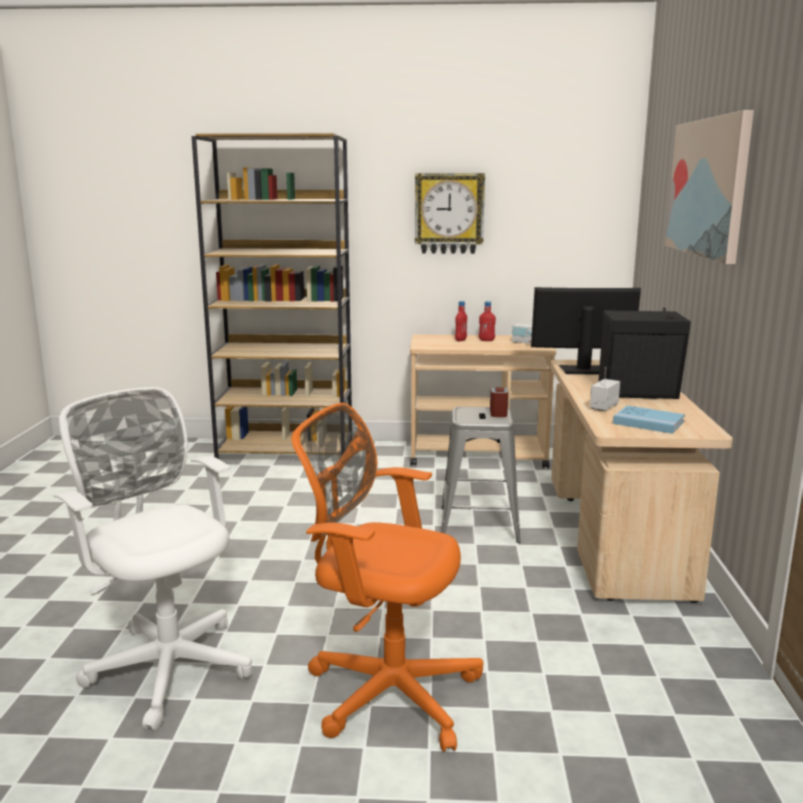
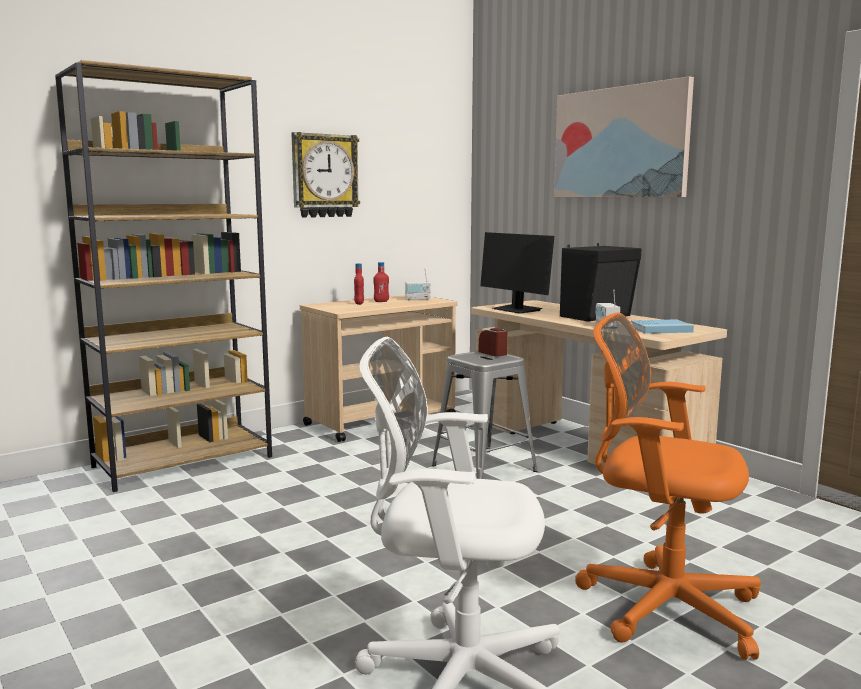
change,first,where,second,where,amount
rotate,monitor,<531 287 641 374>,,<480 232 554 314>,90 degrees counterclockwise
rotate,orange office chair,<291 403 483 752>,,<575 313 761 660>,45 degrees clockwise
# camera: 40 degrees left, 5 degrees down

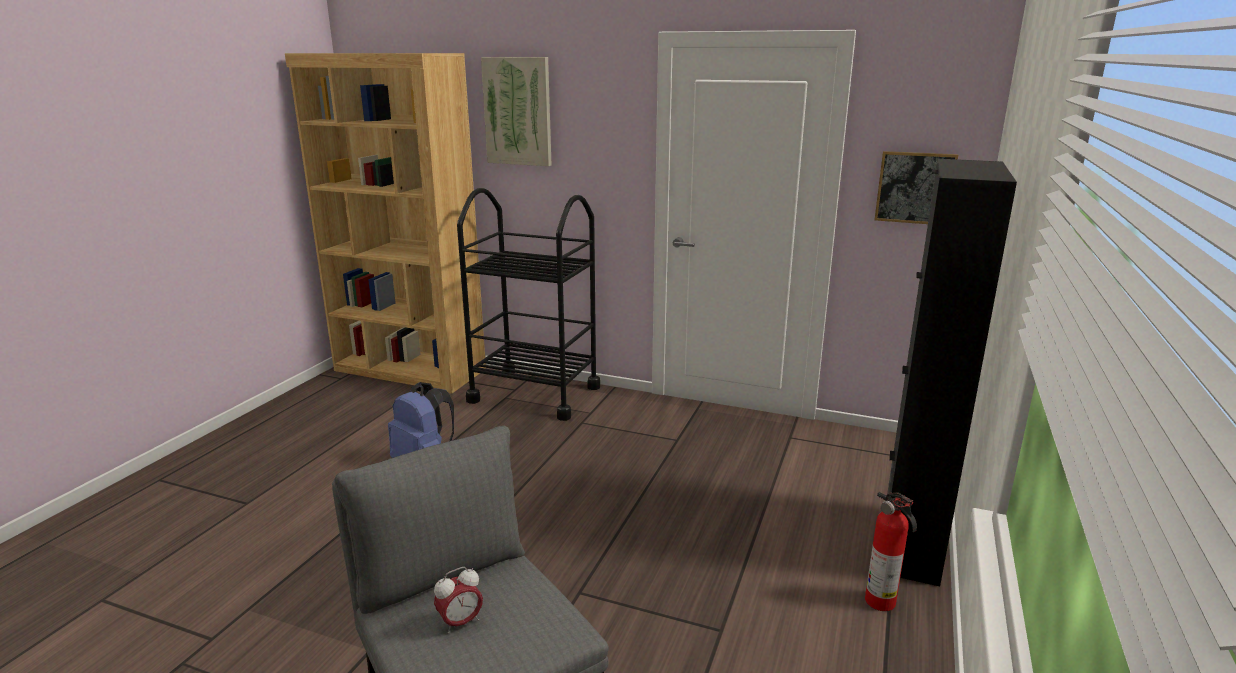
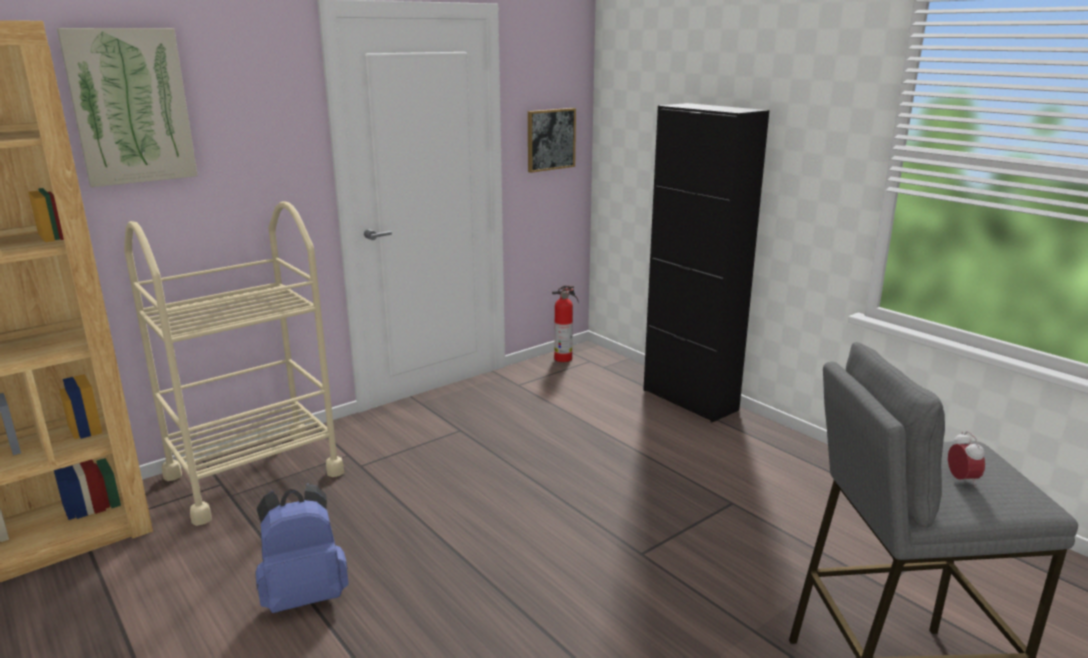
change,first,where,second,where,amount
recolor,black cart,<457 188 600 421>,beige cart,<124 201 344 526>,
move,fire extinguisher,<865 492 917 611>,,<552 285 579 362>,
# camera: 60 degrees left, 0 degrees up

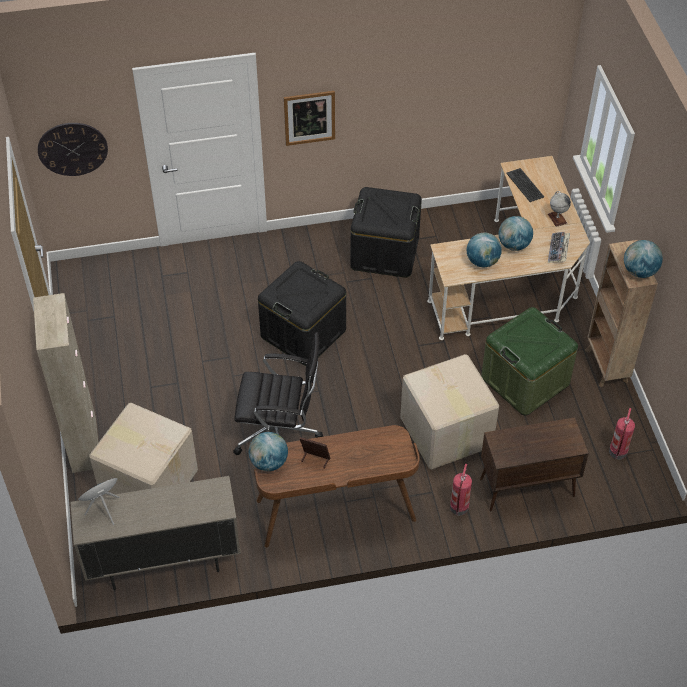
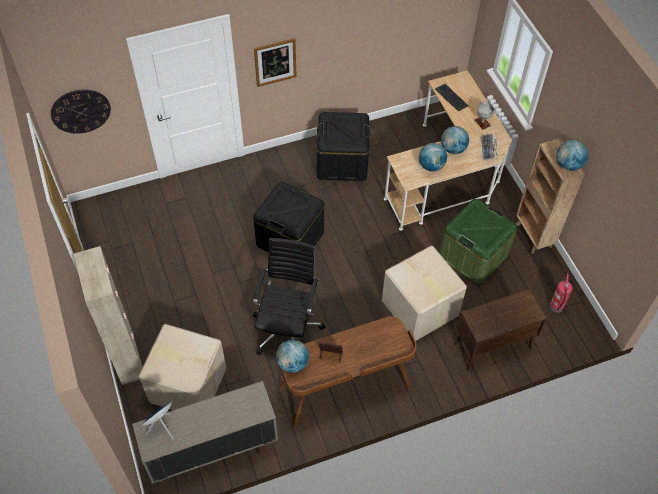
change,first,where,second,where,amount
rotate,black office chair,<233 332 323 455>,,<253 238 325 355>,75 degrees counterclockwise
delete,fire extinguisher,<450 463 472 515>,,,
# camera: 10 degrees left, 5 degrees up

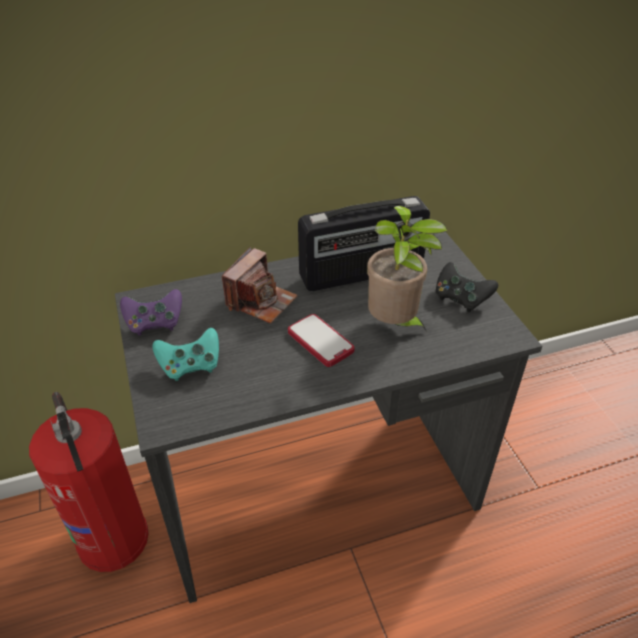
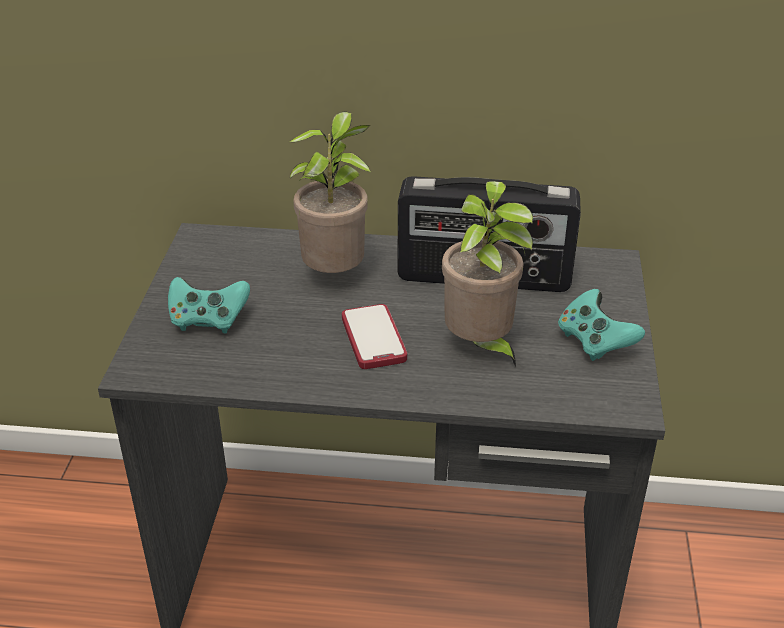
change,first,where,second,where,amount
replace,photo camera,<222 247 298 324>,potted plant,<289 111 371 273>,
recolor,black game controller,<436 262 498 312>,turquoise game controller,<558 289 645 361>,
delete,fire extinguisher,<29 392 149 572>,,,
delete,purple game controller,<120 289 182 336>,,,
# camera: 25 degrees right, 5 degrees down

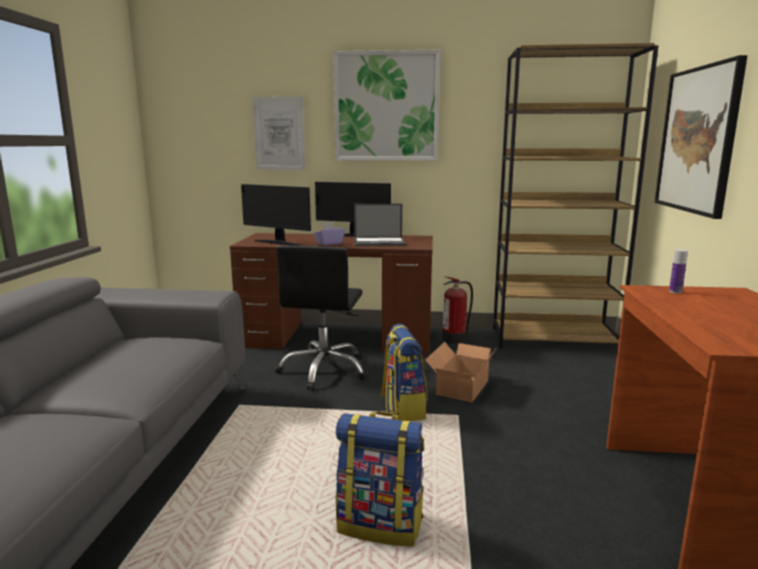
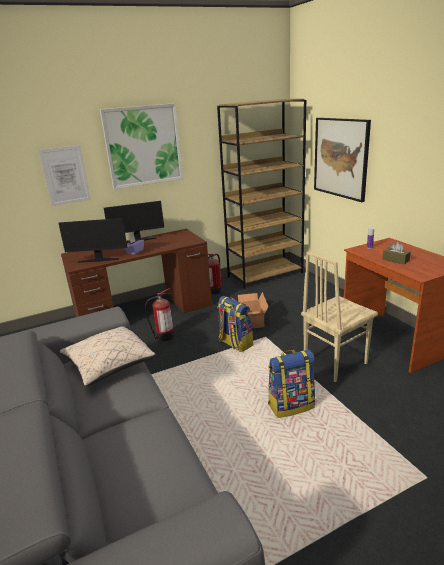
change,first,where,second,where,amount
insert,,,beige pillow,<60 326 156 386>,
replace,black office chair,<275 245 368 390>,fire extinguisher,<145 288 174 341>,
insert,,,beige chair,<301 252 378 382>,
insert,,,brown tissue box,<383 242 411 264>,
delete,laptop,<354 204 406 247>,,,
# camera: 30 degrees left, 10 degrees up

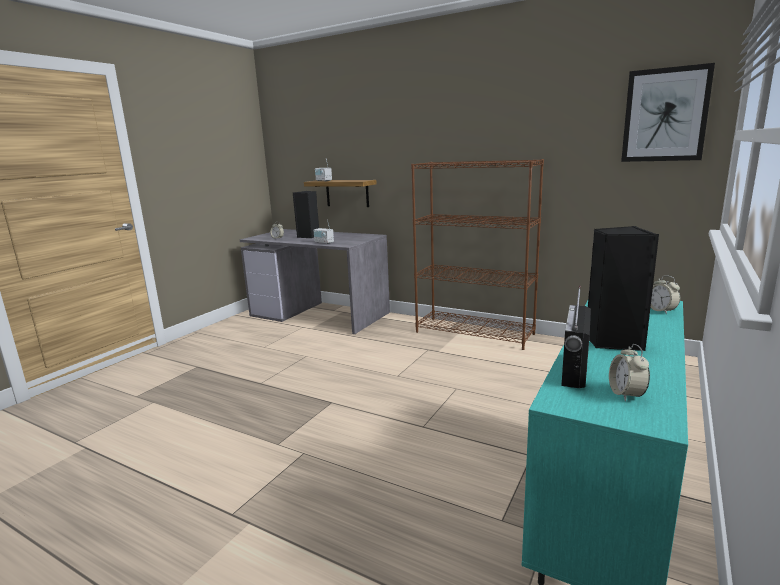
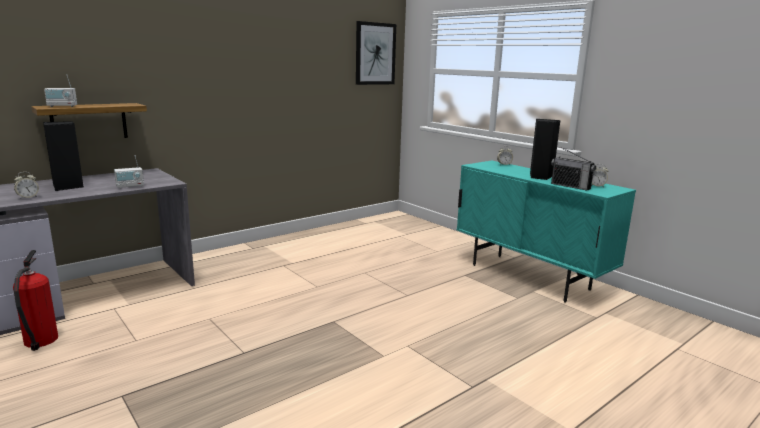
change,first,where,second,where,amount
insert,,,fire extinguisher,<13 250 58 351>,
delete,brown bookcase,<411 159 544 350>,,,
# camera: 70 degrees left, 0 degrees up

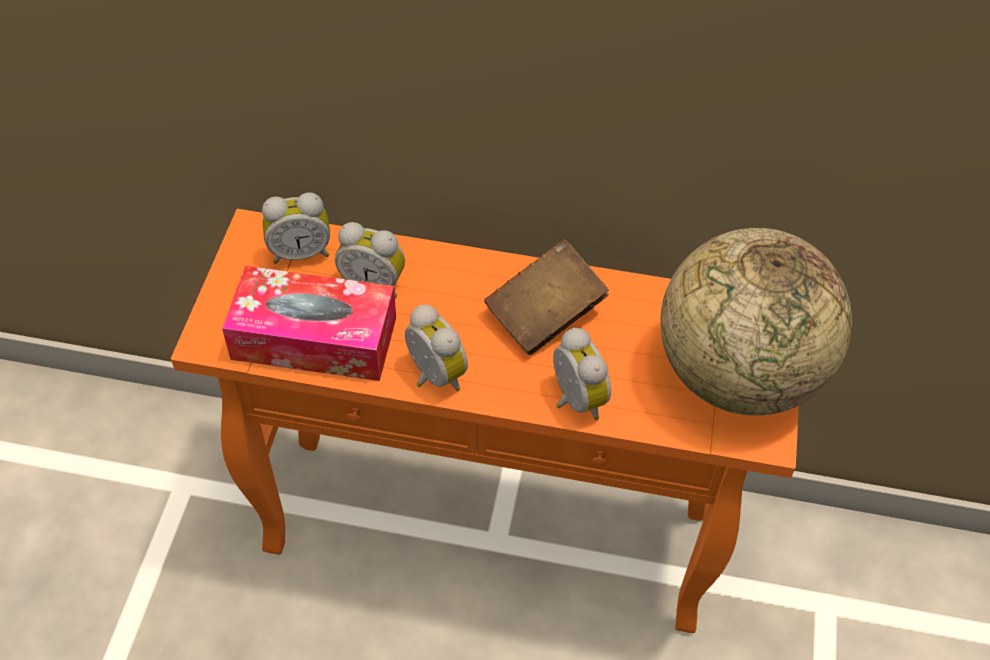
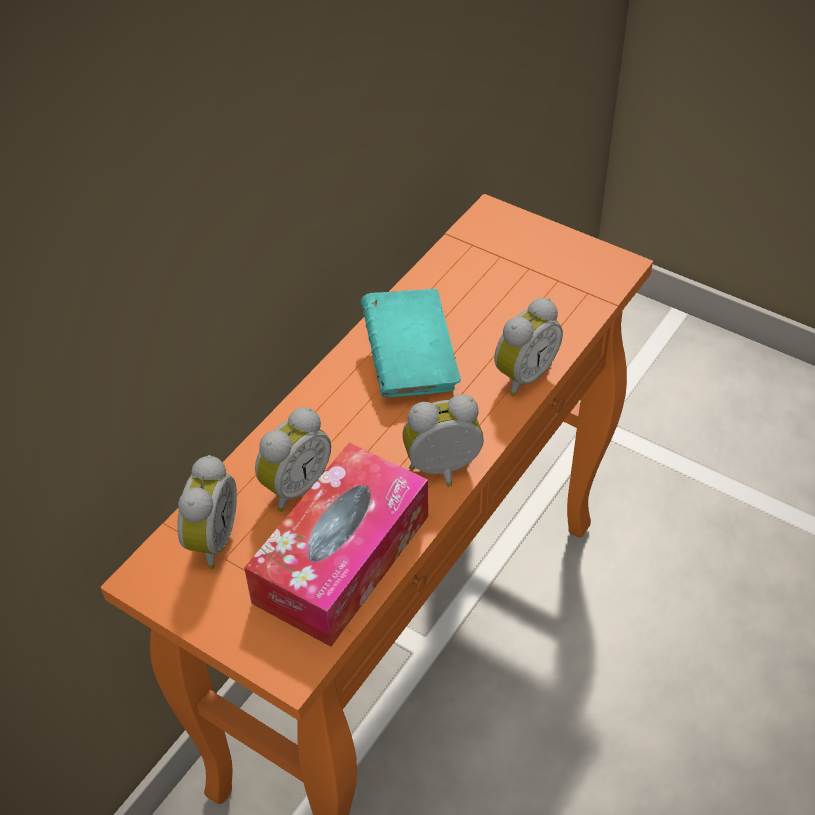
change,first,where,second,where,amount
recolor,brown book,<484 239 609 355>,turquoise book,<361 289 460 397>,
rotate,alarm clock,<553 328 611 420>,,<494 298 563 397>,135 degrees clockwise
delete,globe,<660 228 852 415>,,,
# camera: 65 degrees left, 5 degrees down

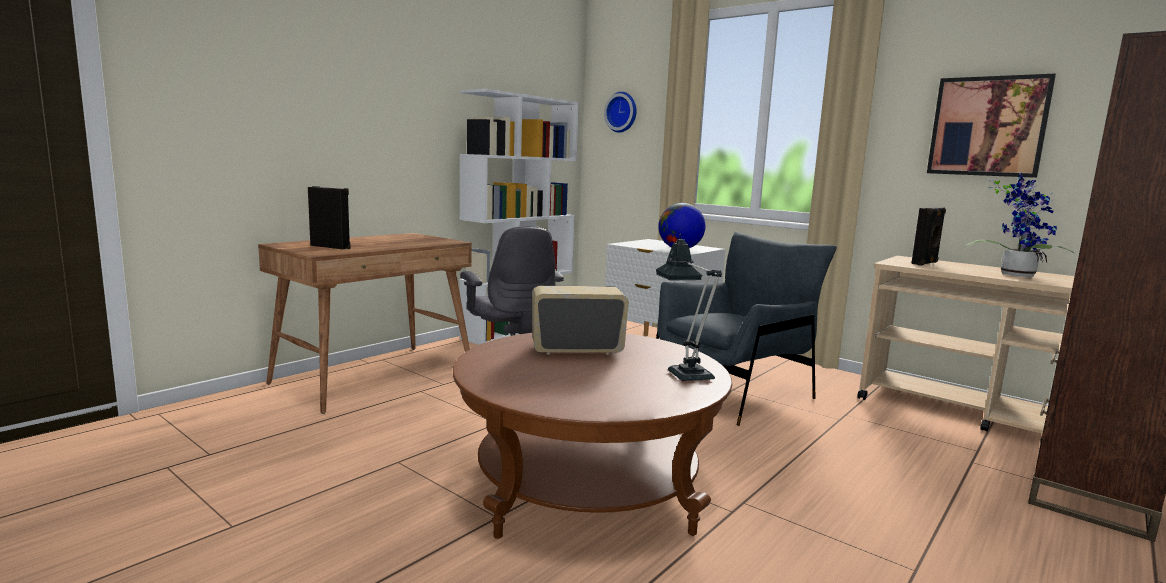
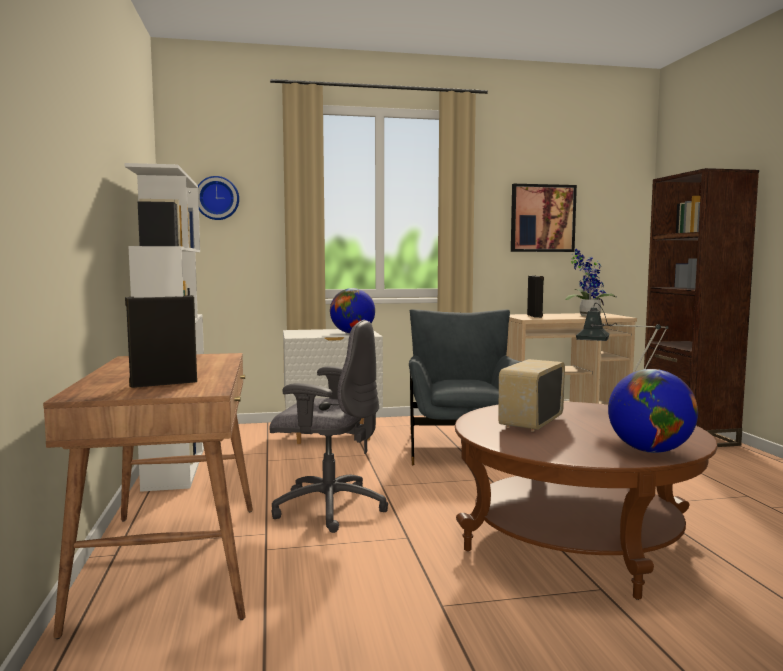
change,first,where,second,where,amount
insert,,,globe,<608 369 698 453>,
# camera: 50 degrees left, 5 degrees down

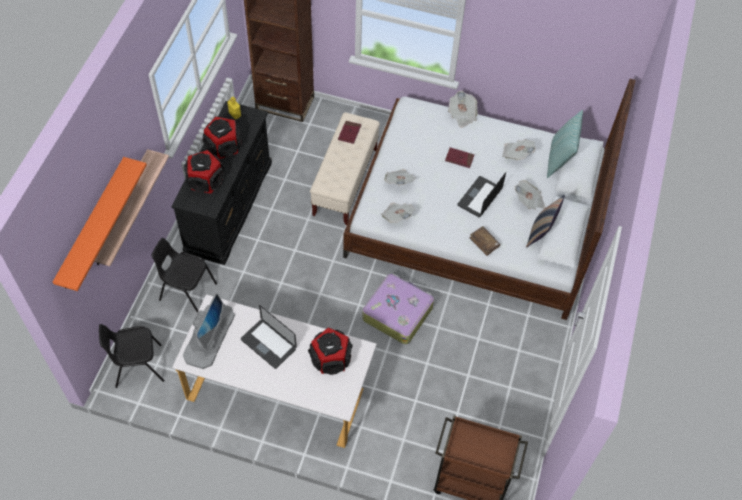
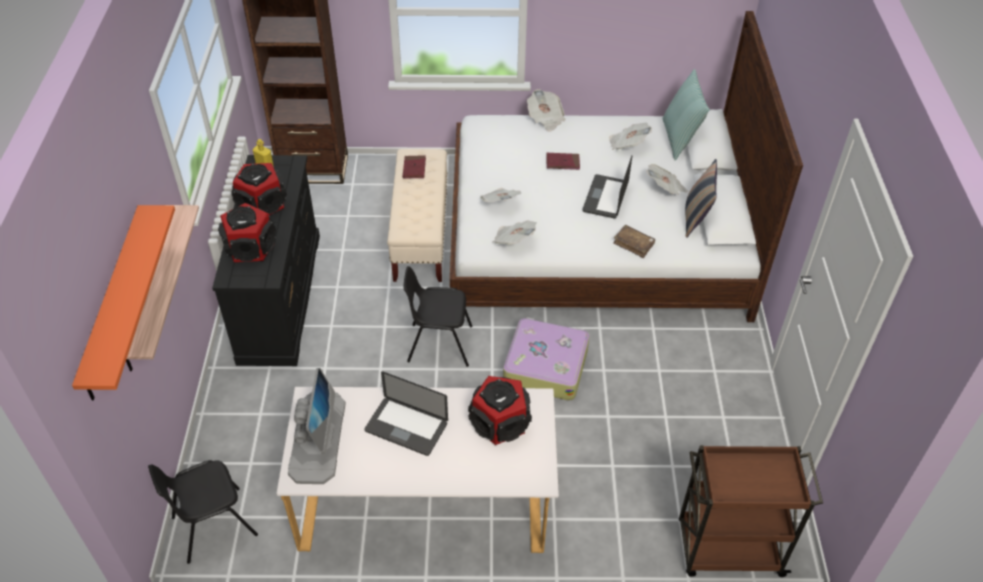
change,first,where,second,where,amount
move,black chair,<152 238 217 313>,,<403 266 472 367>,
# camera: 15 degrees left, 10 degrees down

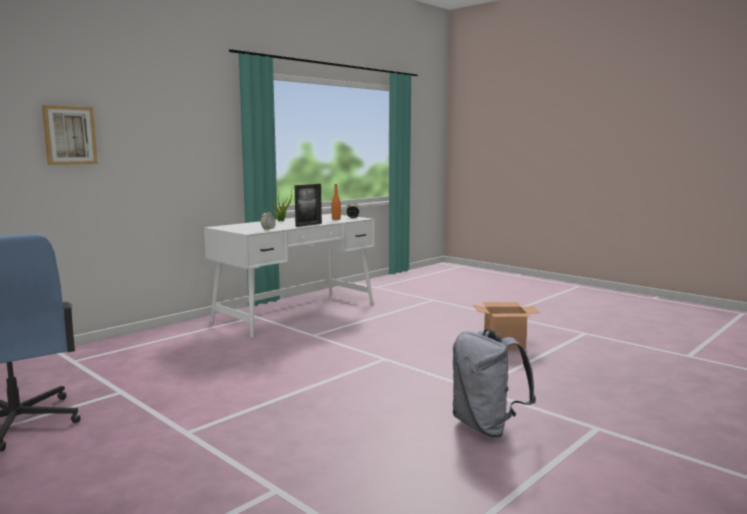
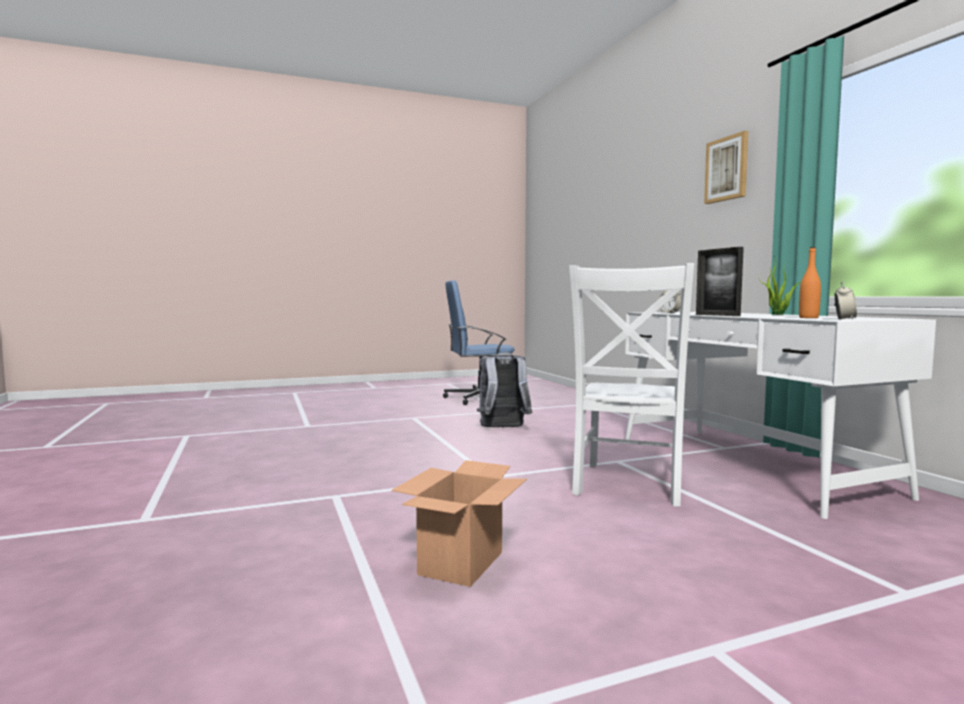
change,first,where,second,where,amount
move,grey backpack,<453 329 536 437>,,<477 352 532 428>,
insert,,,white chair,<569 263 694 507>,
move,picture,<42 105 98 165>,,<704 131 748 204>,
# camera: 115 degrees right, 5 degrees down

